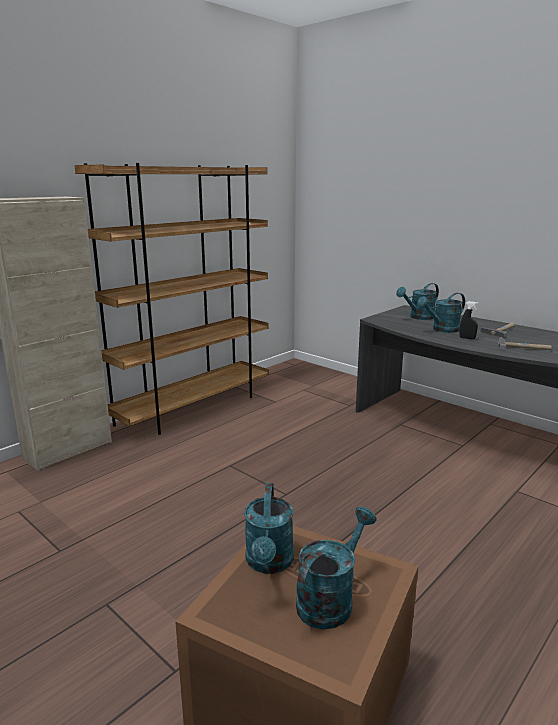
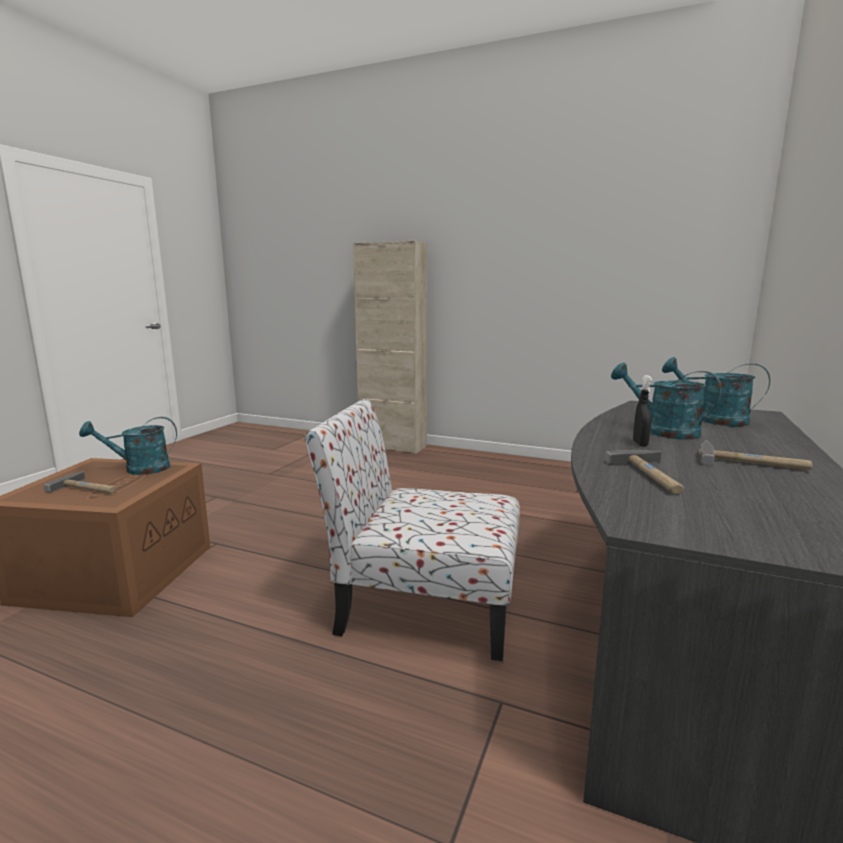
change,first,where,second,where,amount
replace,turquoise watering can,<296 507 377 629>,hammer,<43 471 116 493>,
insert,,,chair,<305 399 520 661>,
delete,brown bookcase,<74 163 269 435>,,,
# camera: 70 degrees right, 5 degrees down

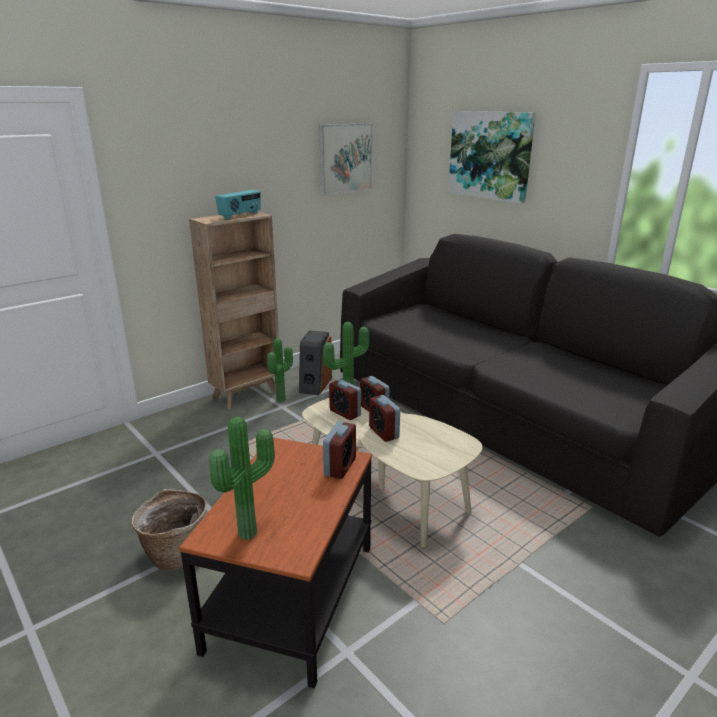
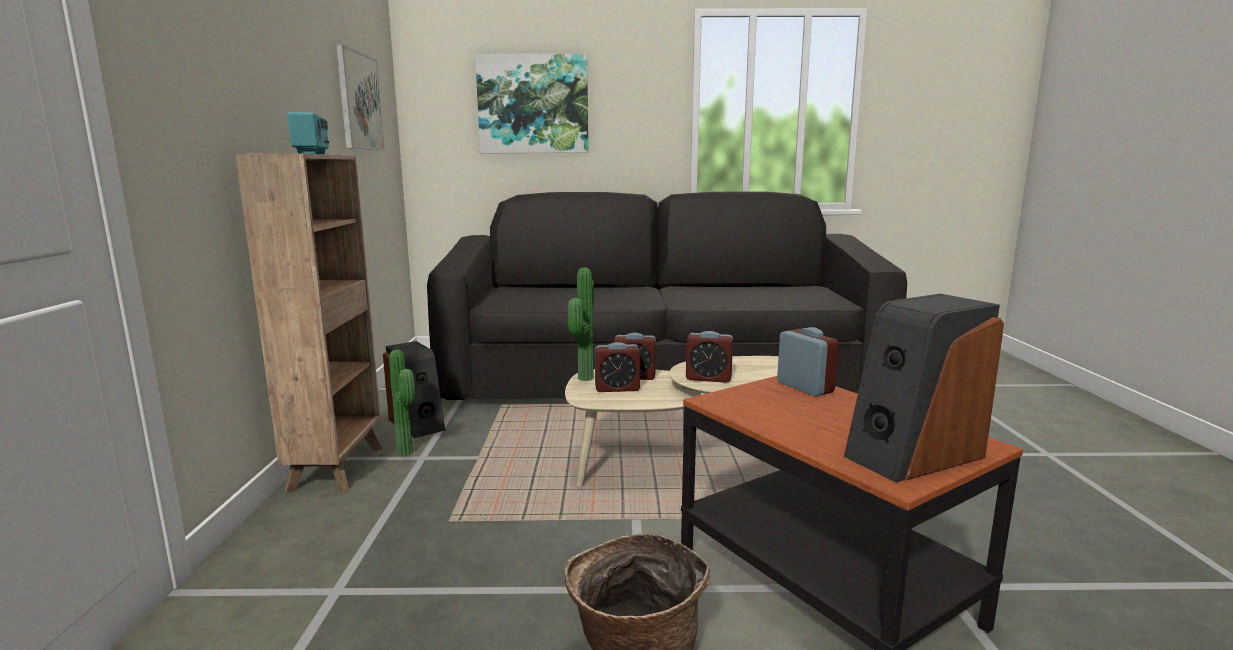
change,first,where,second,where,amount
replace,potted plant,<209 417 275 540>,speaker,<844 294 1004 483>,
# camera: 50 degrees left, 10 degrees down

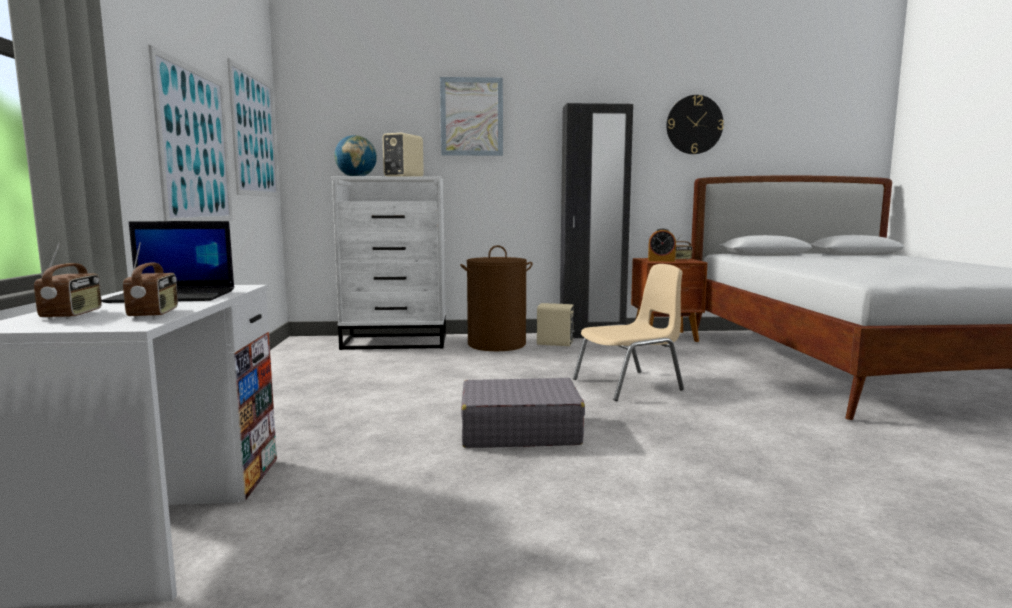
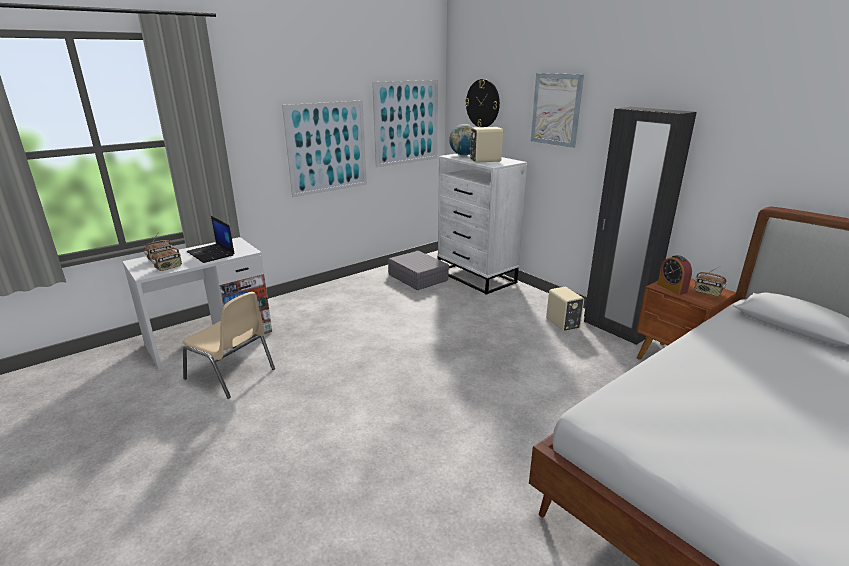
change,first,where,second,where,amount
move,beige chair,<573 264 684 401>,,<183 292 275 399>,
move,grey suitcase,<461 378 585 448>,,<388 251 449 290>,
move,wall clock,<666 95 724 154>,,<465 79 500 127>,
delete,brown laundry basket,<460 245 533 351>,,,
# camera: 55 degrees right, 15 degrees up

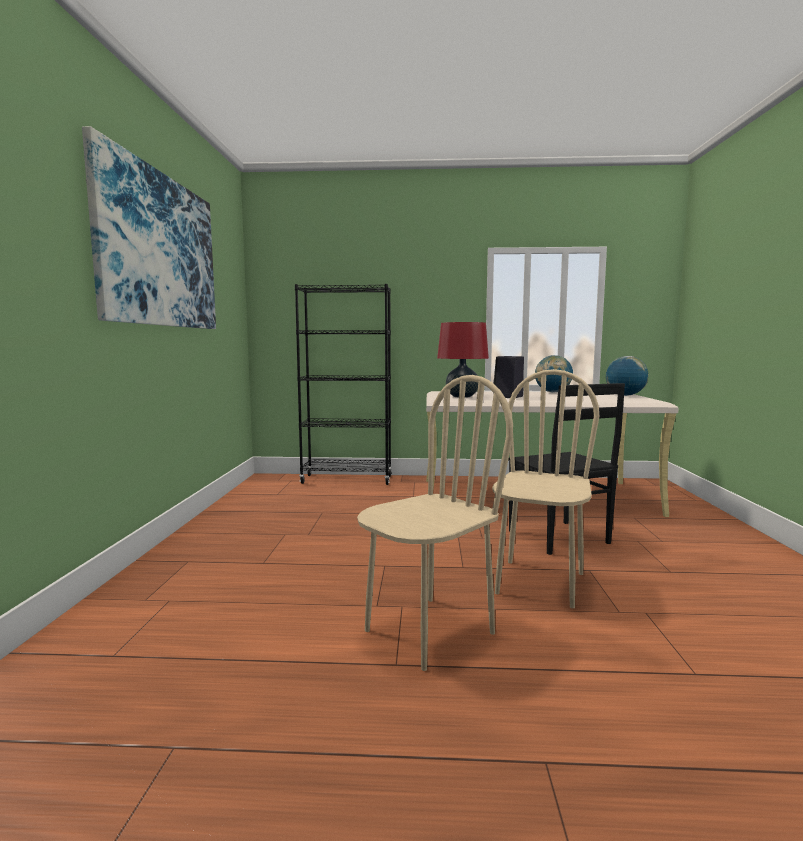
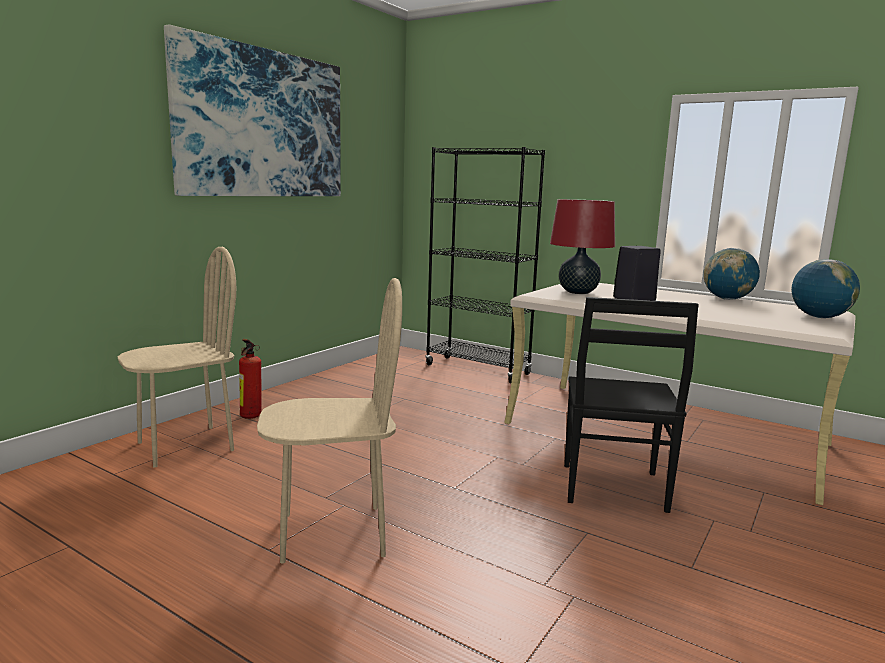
change,first,where,second,where,amount
move,beige chair,<492 369 599 608>,,<118 247 236 467>,
insert,,,fire extinguisher,<239 339 262 419>,
# camera: 30 degrees right, 5 degrees up

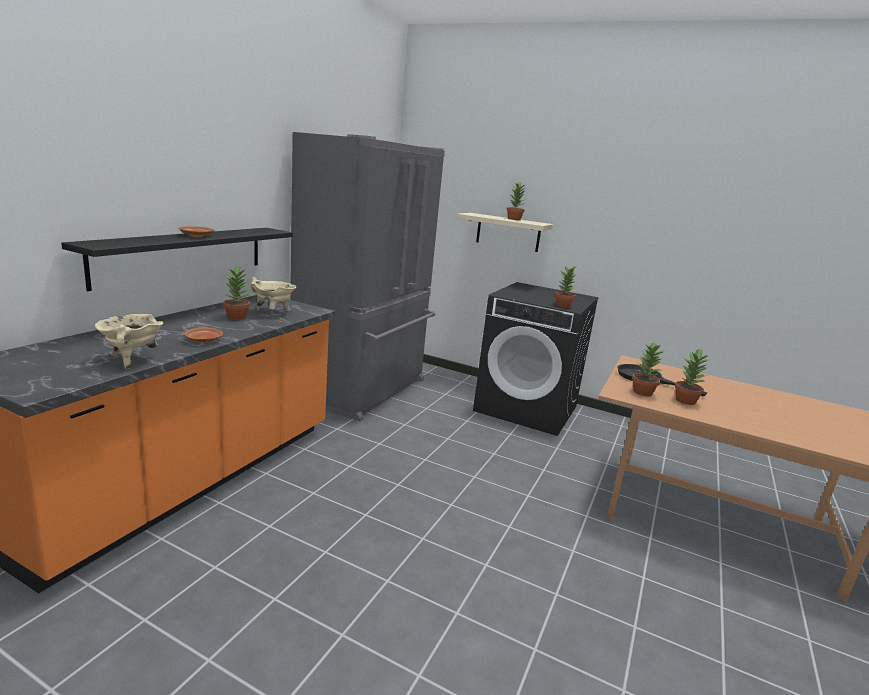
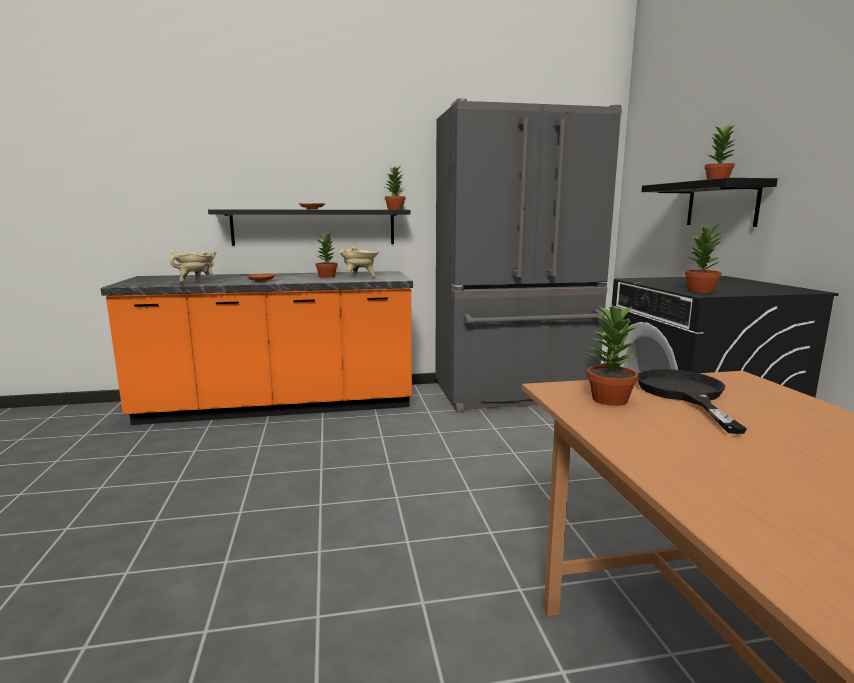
change,first,where,second,where,amount
move,potted plant,<675 349 709 405>,,<385 166 405 210>,
recolor,beige shelf,<456 213 553 252>,black shelf,<642 178 778 227>,
# camera: 55 degrees right, 5 degrees down

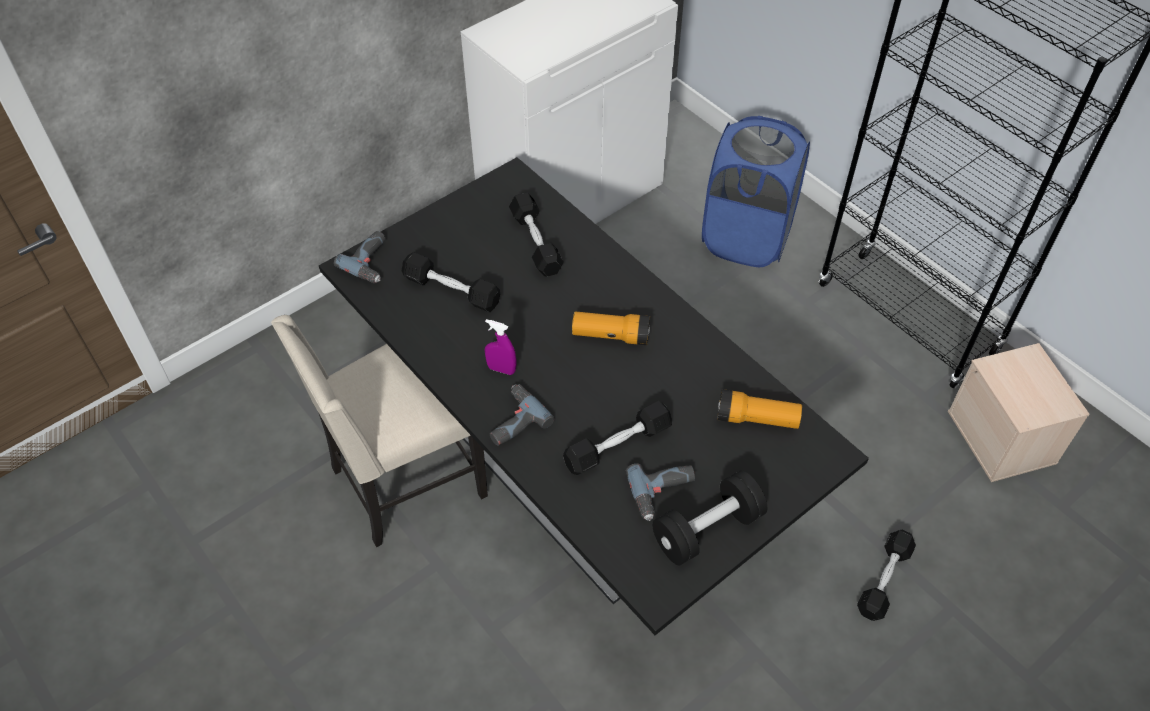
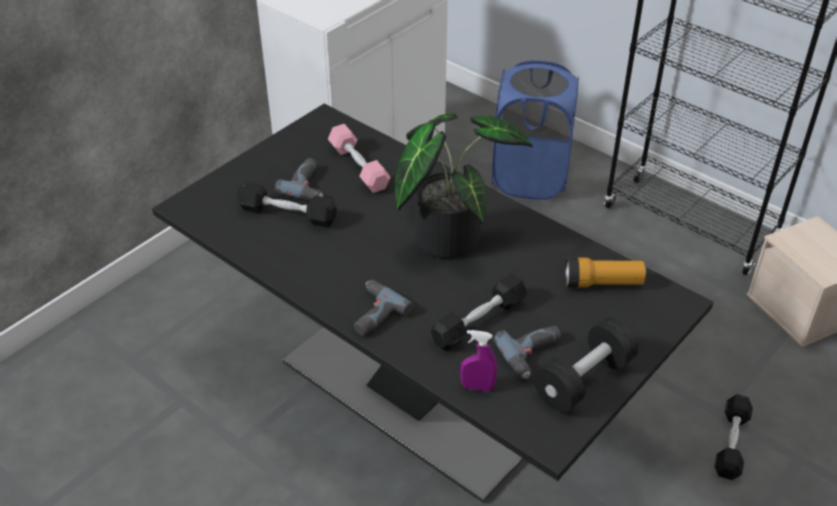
change,first,where,second,where,amount
move,power drill,<334 231 386 283>,,<275 158 324 200>,
recolor,black dumbbell,<509 192 564 276>,pink dumbbell,<328 124 390 193>,
replace,flashlight,<572 312 650 345>,potted plant,<395 114 533 259>,
move,purple spray bottle,<485 319 516 375>,,<461 330 497 392>,
delete,beige chair,<271 315 488 547>,,,
# camera: 10 degrees left, 10 degrees down

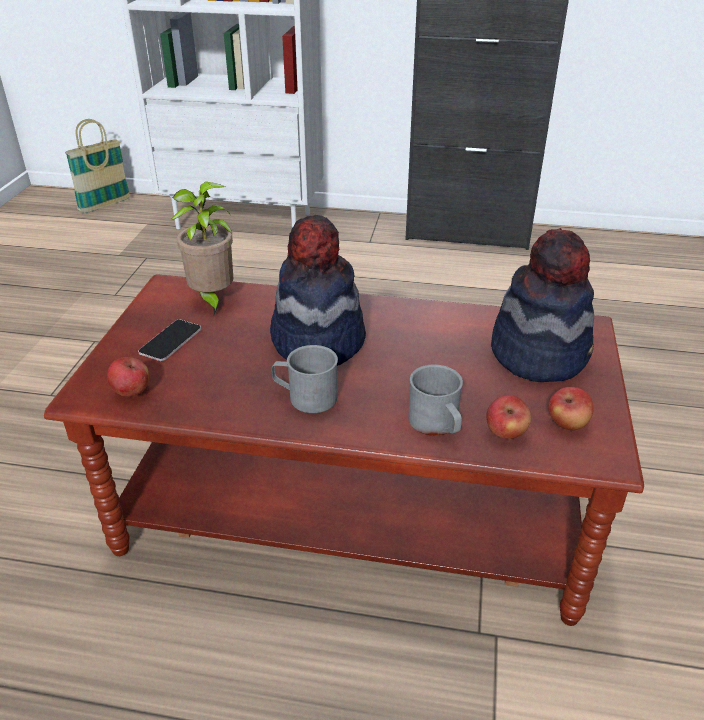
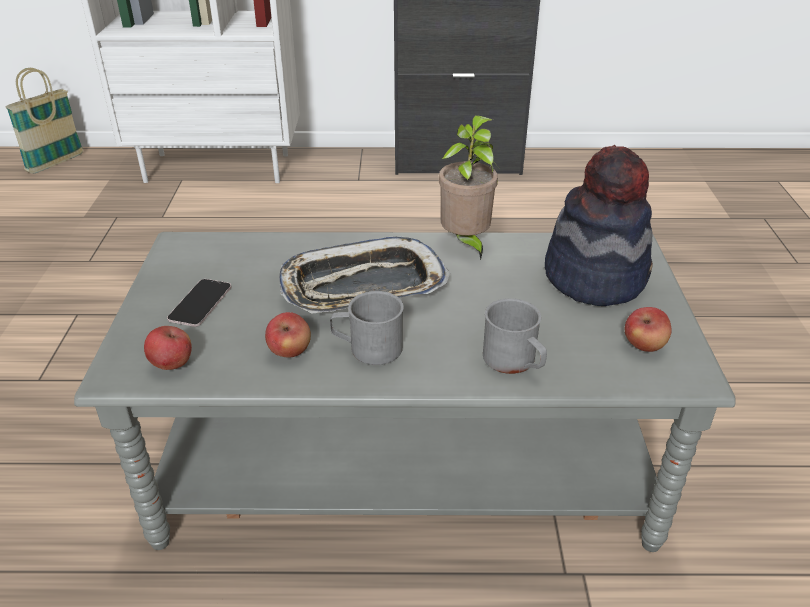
change,first,where,second,where,amount
recolor,brown coffee table,<44 274 644 626>,grey coffee table,<74 232 736 552>,
move,apple,<486 395 531 439>,,<265 312 311 358>,
replace,hat,<270 215 366 366>,tray,<279 236 450 314>,
move,potted plant,<171 182 233 315>,,<439 115 499 260>,
# camera: 10 degrees left, 0 degrees up

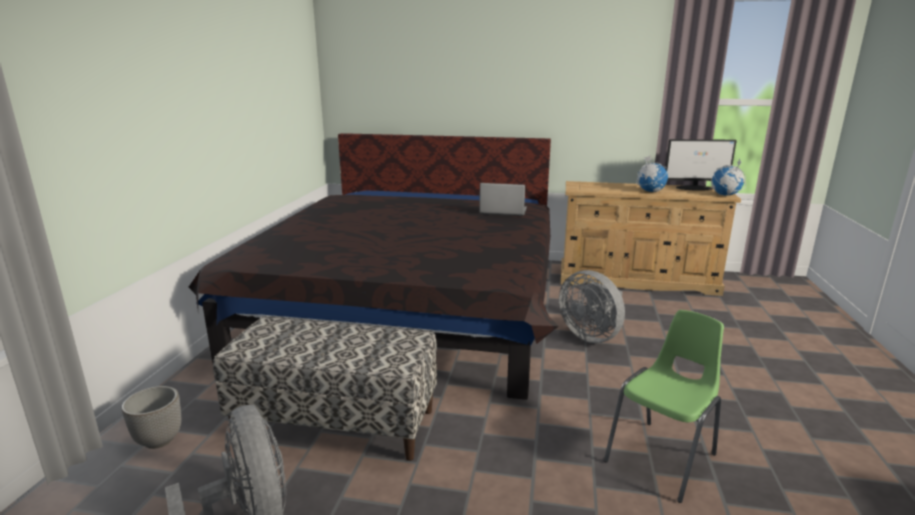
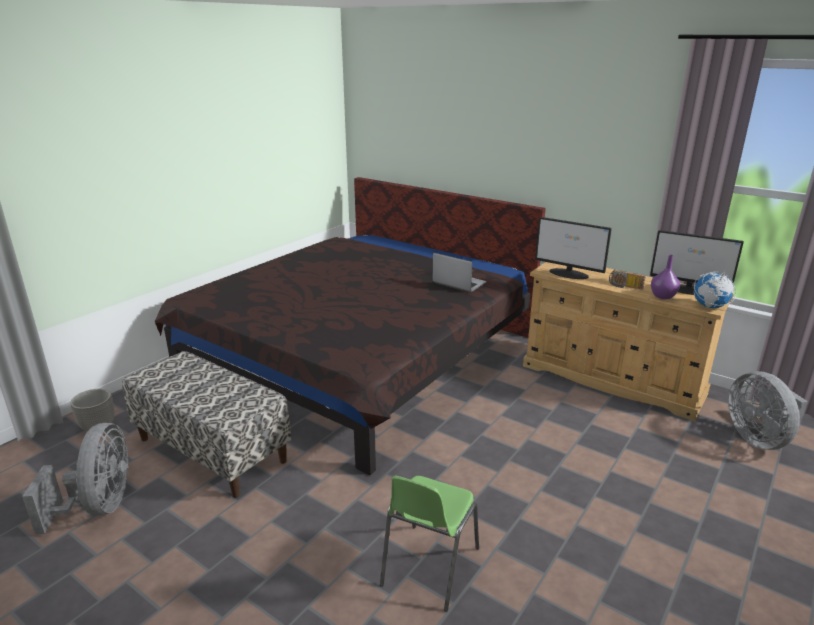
change,first,where,second,where,amount
rotate,green chair,<604 310 724 503>,,<380 476 479 612>,135 degrees clockwise
insert,,,monitor,<535 217 612 279>,
replace,globe,<636 155 668 192>,radio,<609 269 646 290>,
insert,,,purple vase,<651 255 680 299>,
move,grey fan,<559 270 625 343>,,<728 371 808 450>,
# camera: 25 degrees right, 5 degrees up

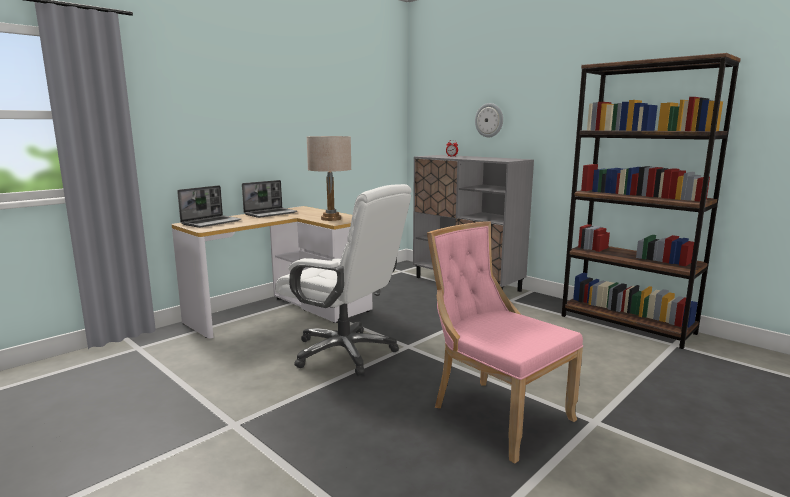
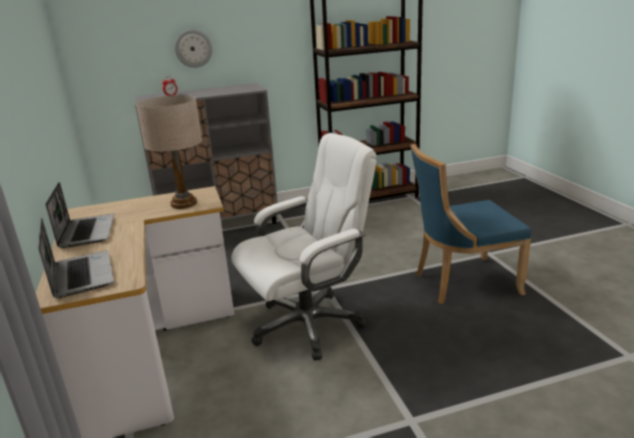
change,first,where,second,where,amount
recolor,pink chair,<427 221 583 464>,blue chair,<411 144 531 304>,
# camera: 60 degrees left, 10 degrees up

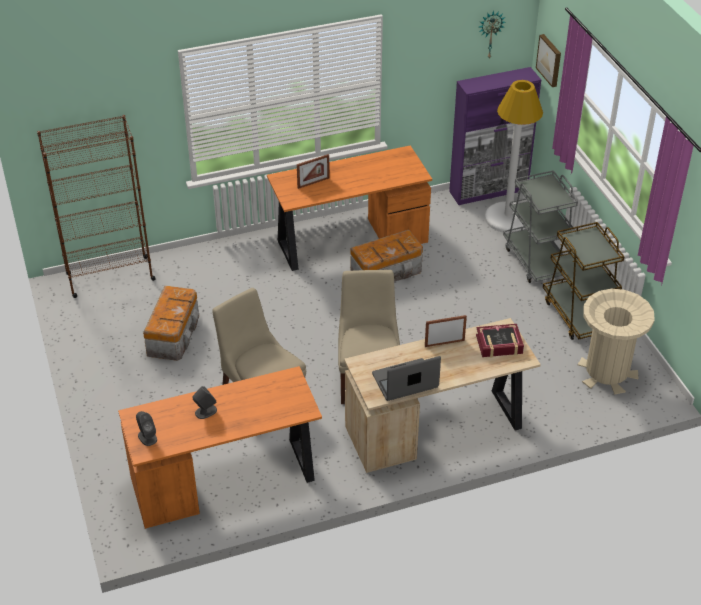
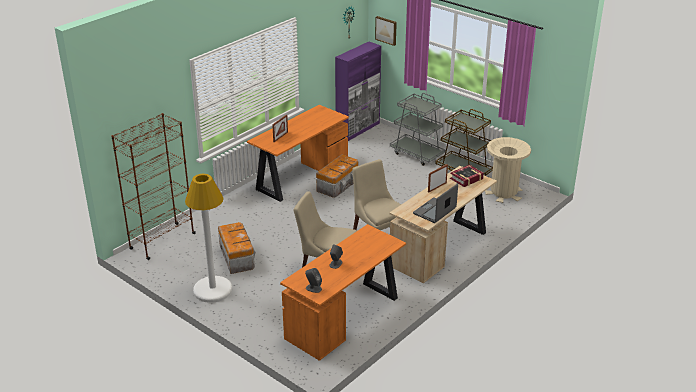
change,first,where,second,where,amount
move,white floor lamp,<485 80 543 233>,,<185 174 233 303>,
# camera: 30 degrees left, 10 degrees down

